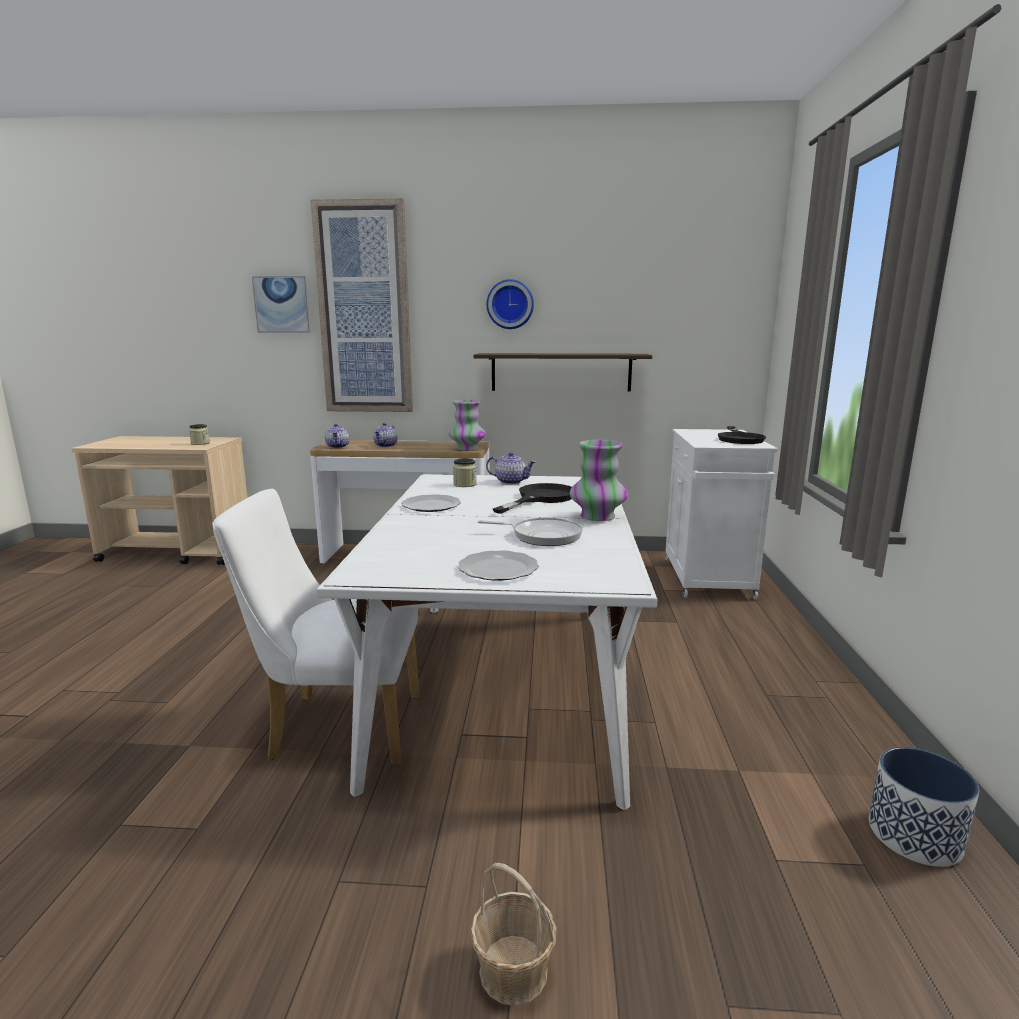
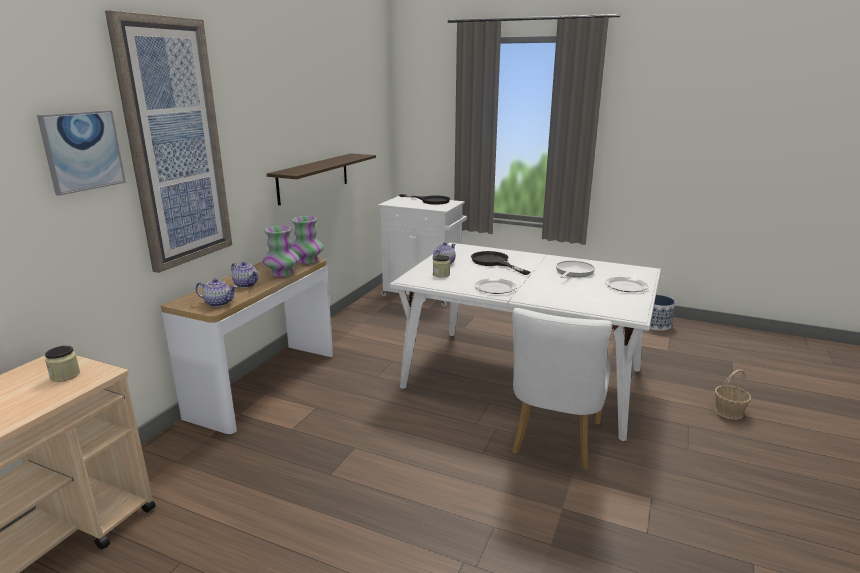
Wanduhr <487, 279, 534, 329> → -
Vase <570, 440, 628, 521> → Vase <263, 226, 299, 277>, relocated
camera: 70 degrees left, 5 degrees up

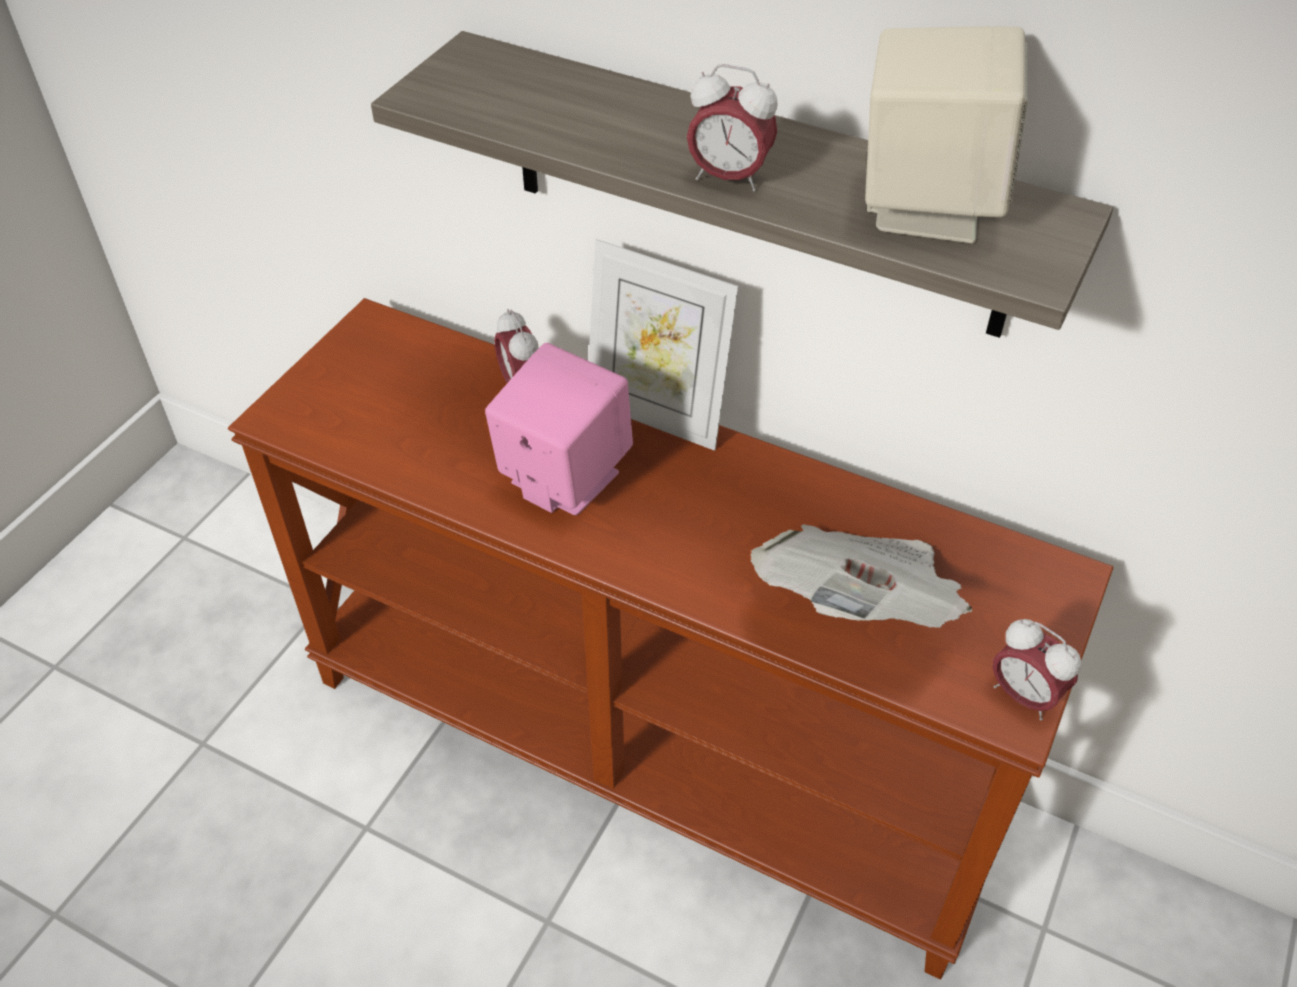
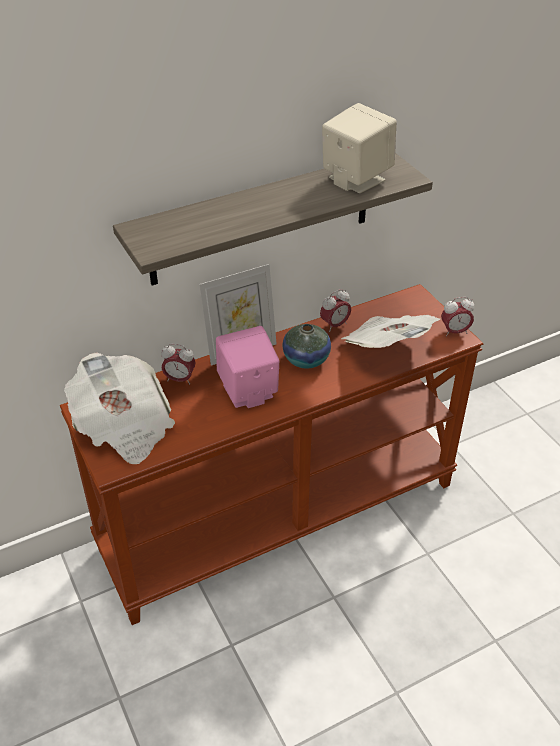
- → Zeitung <64, 352, 175, 464>
- → Vase <283, 324, 331, 369>
Wecker <687, 64, 778, 192> → Wecker <320, 289, 351, 332>, relocated
camera: 55 degrees left, 5 degrees down

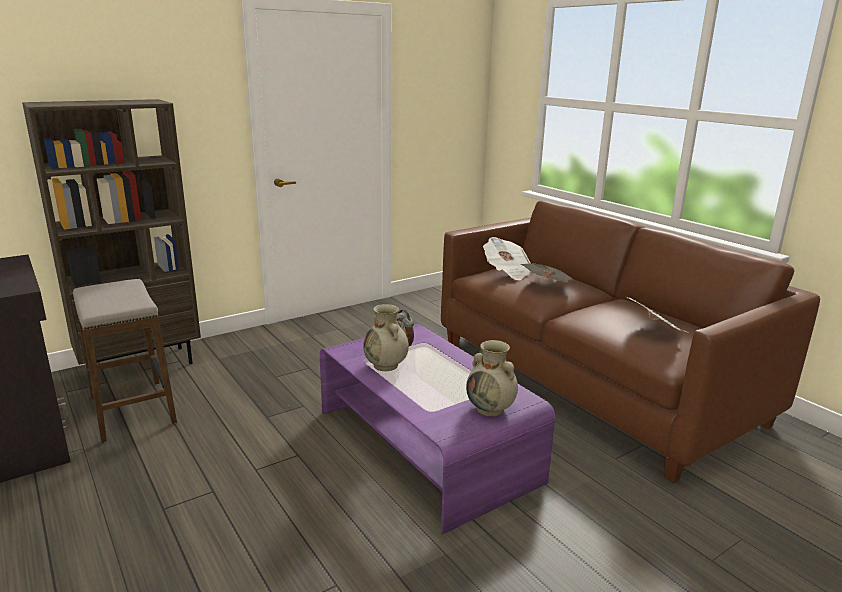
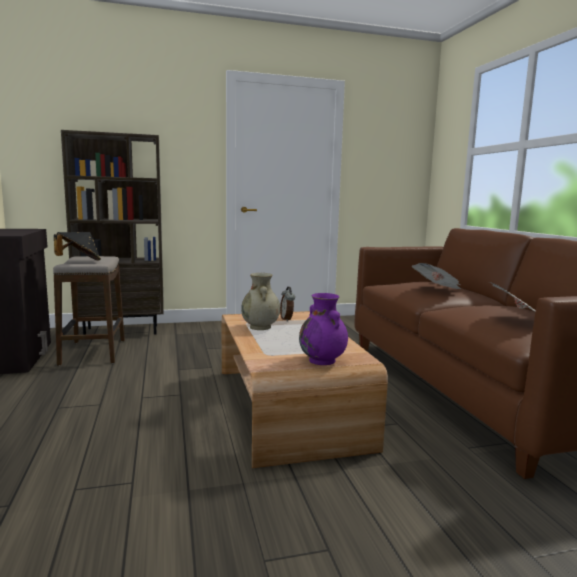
Zeitung <483, 237, 531, 280> → -
- → Hut/schwarz <54, 232, 101, 261>
Couchtisch/lila <320, 324, 555, 534> → Couchtisch/braun <222, 311, 388, 468>
Vase/beige <466, 340, 518, 416> → Vase/lila <299, 293, 348, 365>
camera: 20 degrees right, 10 degrees down

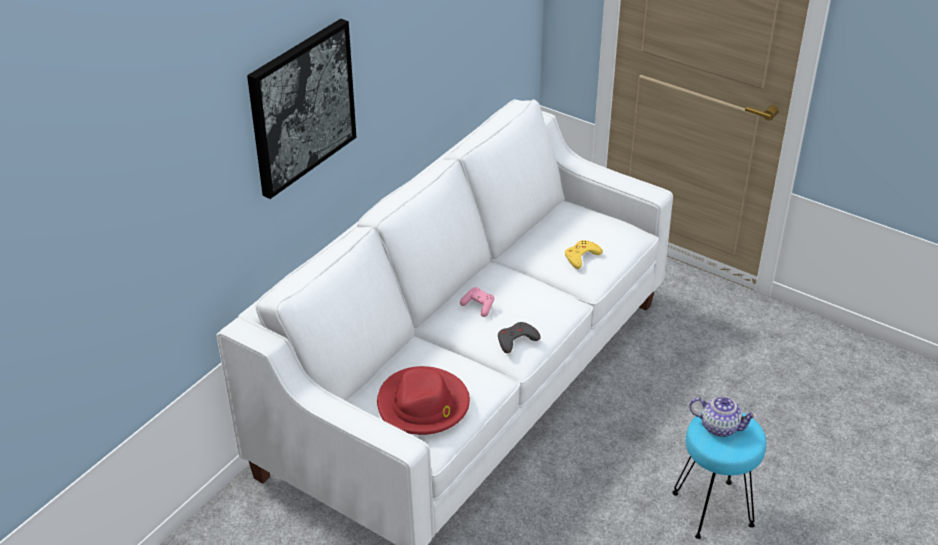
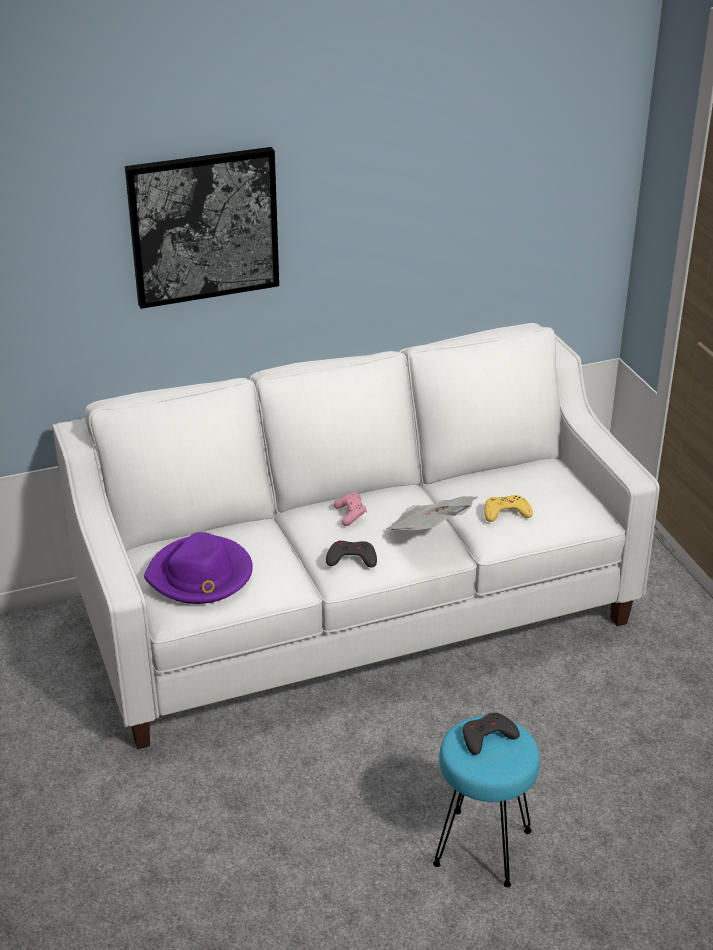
- → Zeitung <386, 496, 478, 531>
Teekanne <689, 396, 757, 437> → Gamepad/grau <463, 713, 520, 755>
Hut/rot <377, 366, 470, 435> → Hut/lila <144, 532, 253, 604>
camera: 35 degrees right, 5 degrees down

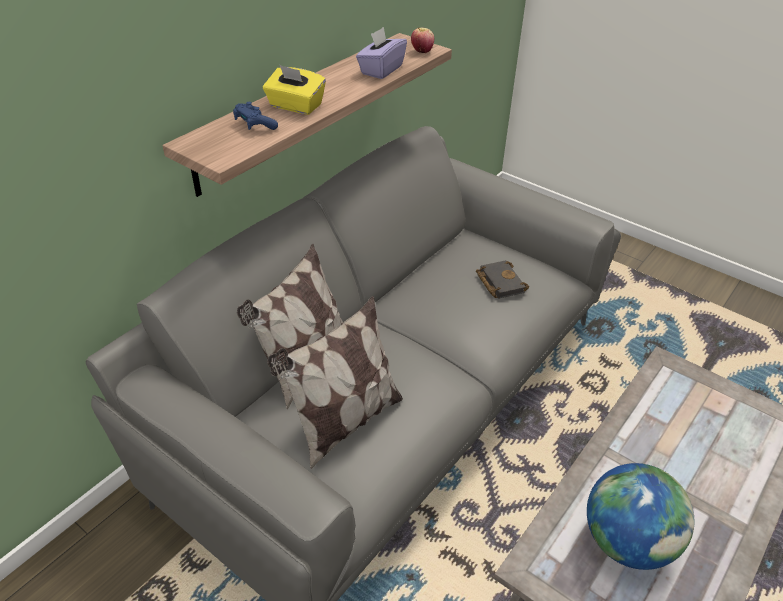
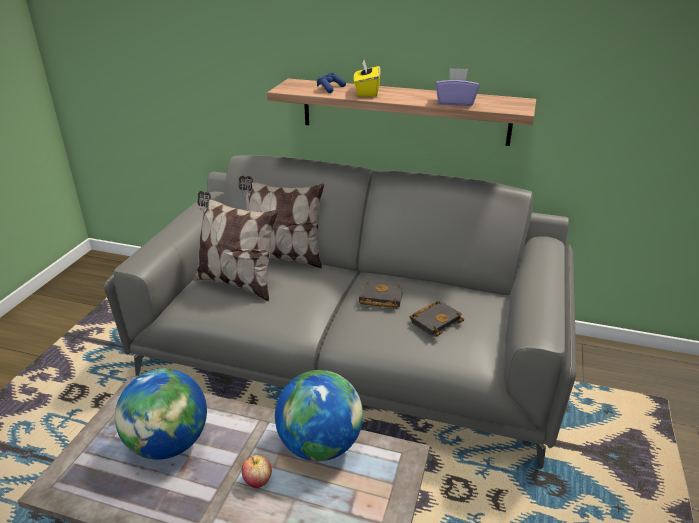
- → Globus <275, 370, 363, 461>
- → Buch/schwarz <359, 282, 403, 309>
Apfel <411, 27, 434, 53> → Apfel <242, 455, 272, 488>, relocated
camera: 70 degrees right, 10 degrees down

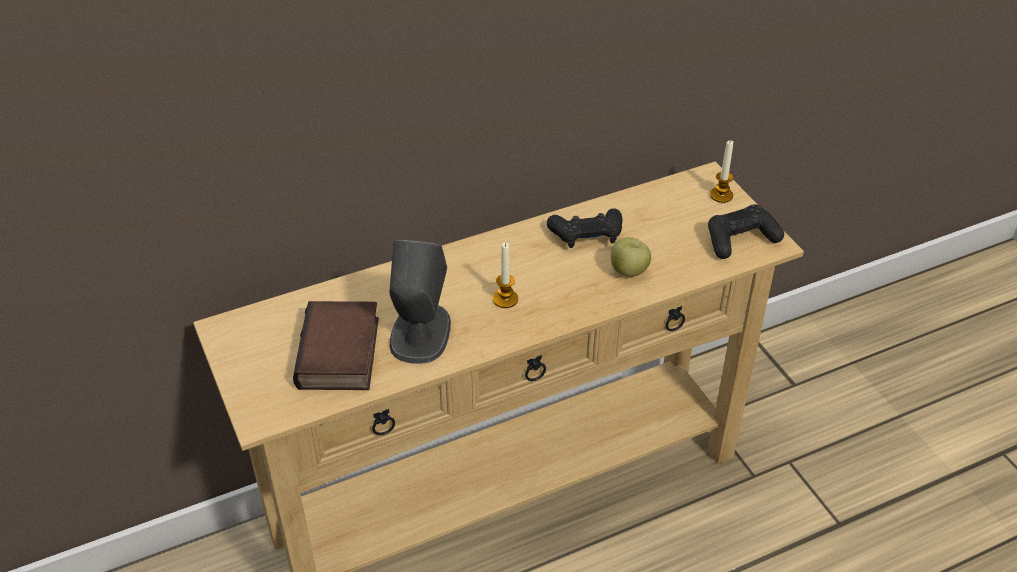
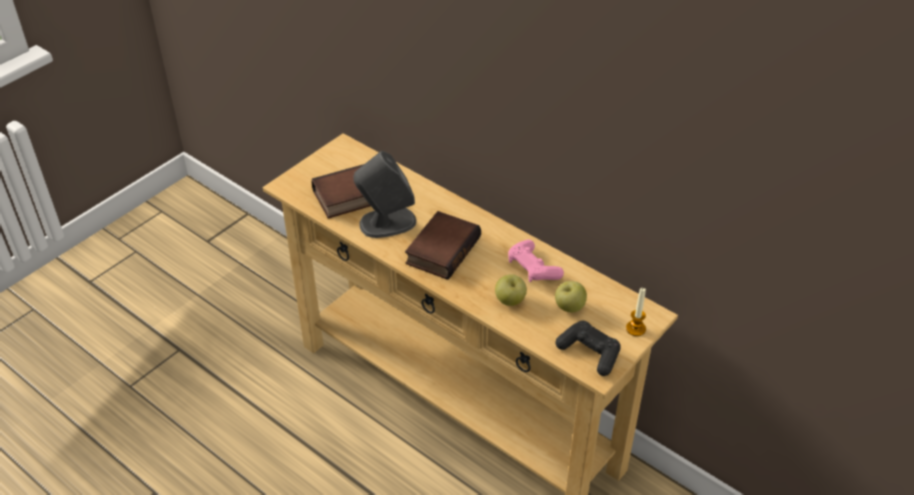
- → Apfel <555, 281, 587, 312>
Kerze <493, 242, 518, 308> → Buch <405, 211, 481, 280>
Gamepad/schwarz <547, 208, 623, 248> → Gamepad/rosa <508, 240, 564, 282>
camera: 65 degrees right, 0 degrees up

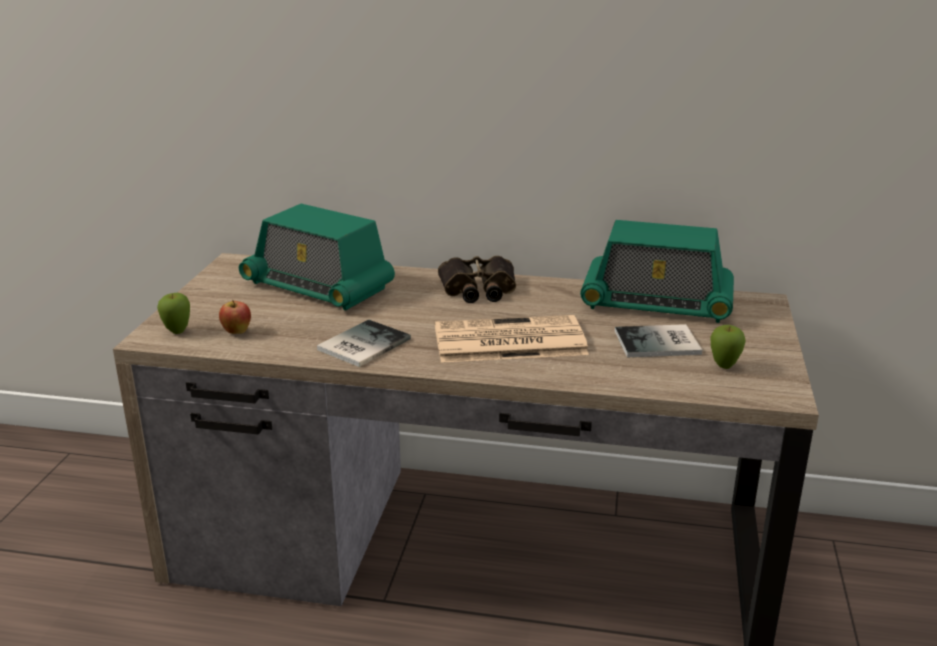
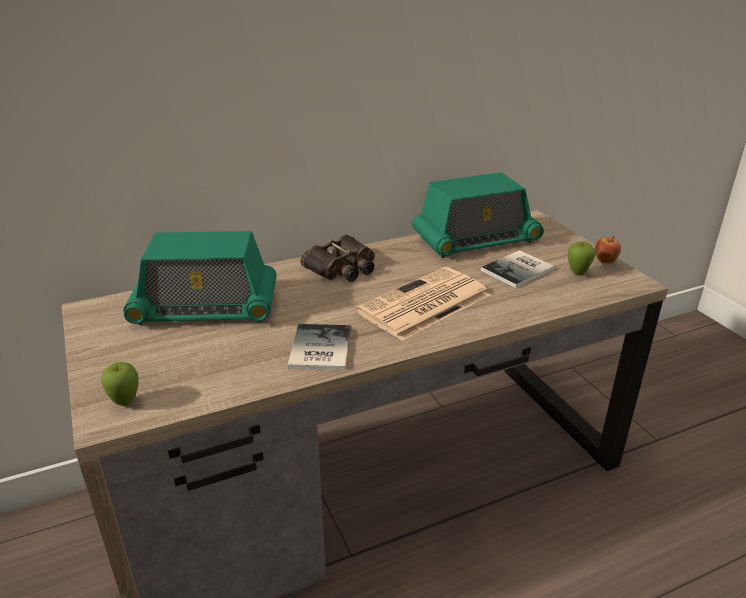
Apfel <219, 300, 251, 334> → Apfel <595, 236, 621, 263>, relocated
camera: 35 degrees left, 5 degrees up

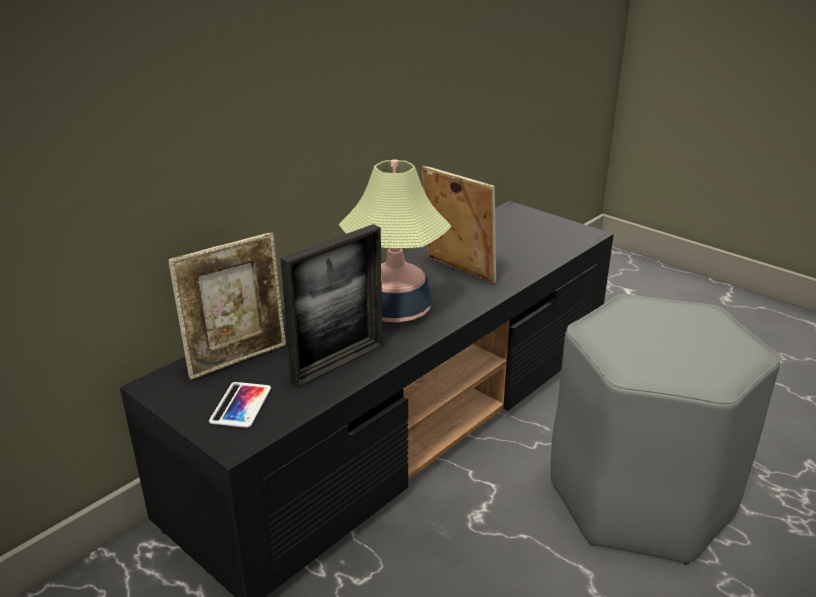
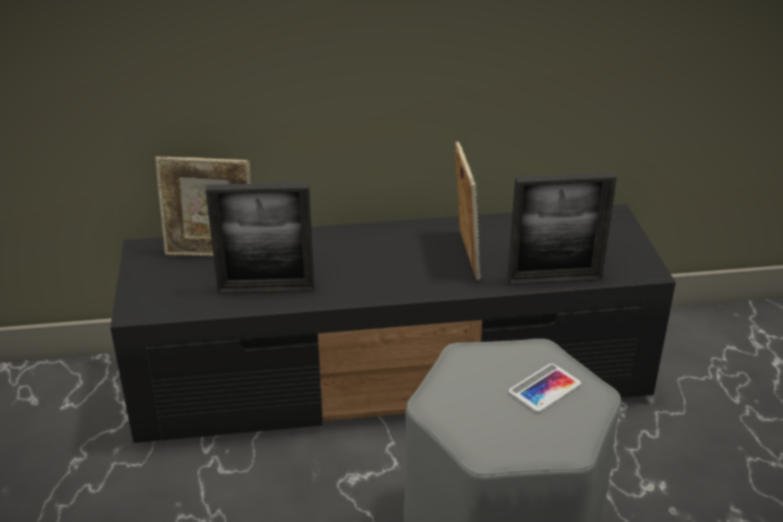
Tischlampe <339, 159, 451, 322> → -
- → Bilderrahmen <507, 172, 617, 285>
Handy <209, 382, 271, 428> → Handy <509, 363, 581, 412>, relocated
camera: 40 degrees right, 5 degrees up

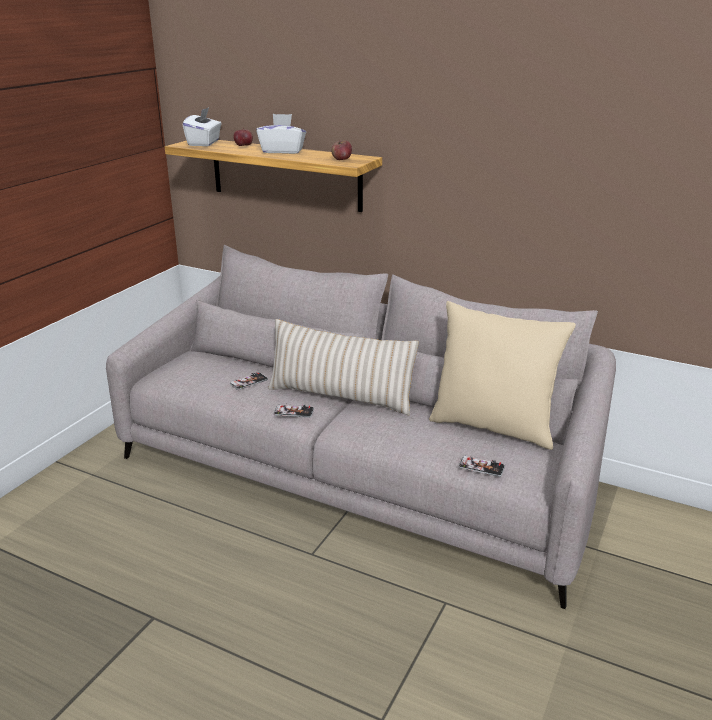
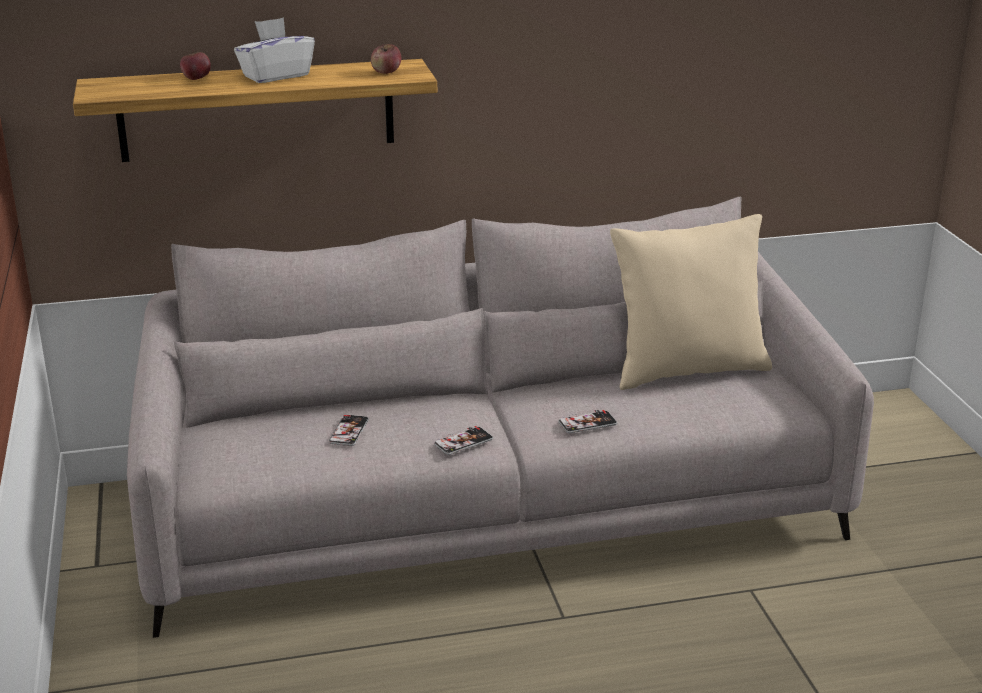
Taschentuchbox/weiß <183, 107, 222, 146> → -
Kissen/beige <268, 319, 419, 415> → -
Handy <459, 455, 505, 477> → Handy <559, 410, 617, 433>, relocated
camera: 40 degrees left, 0 degrees up

